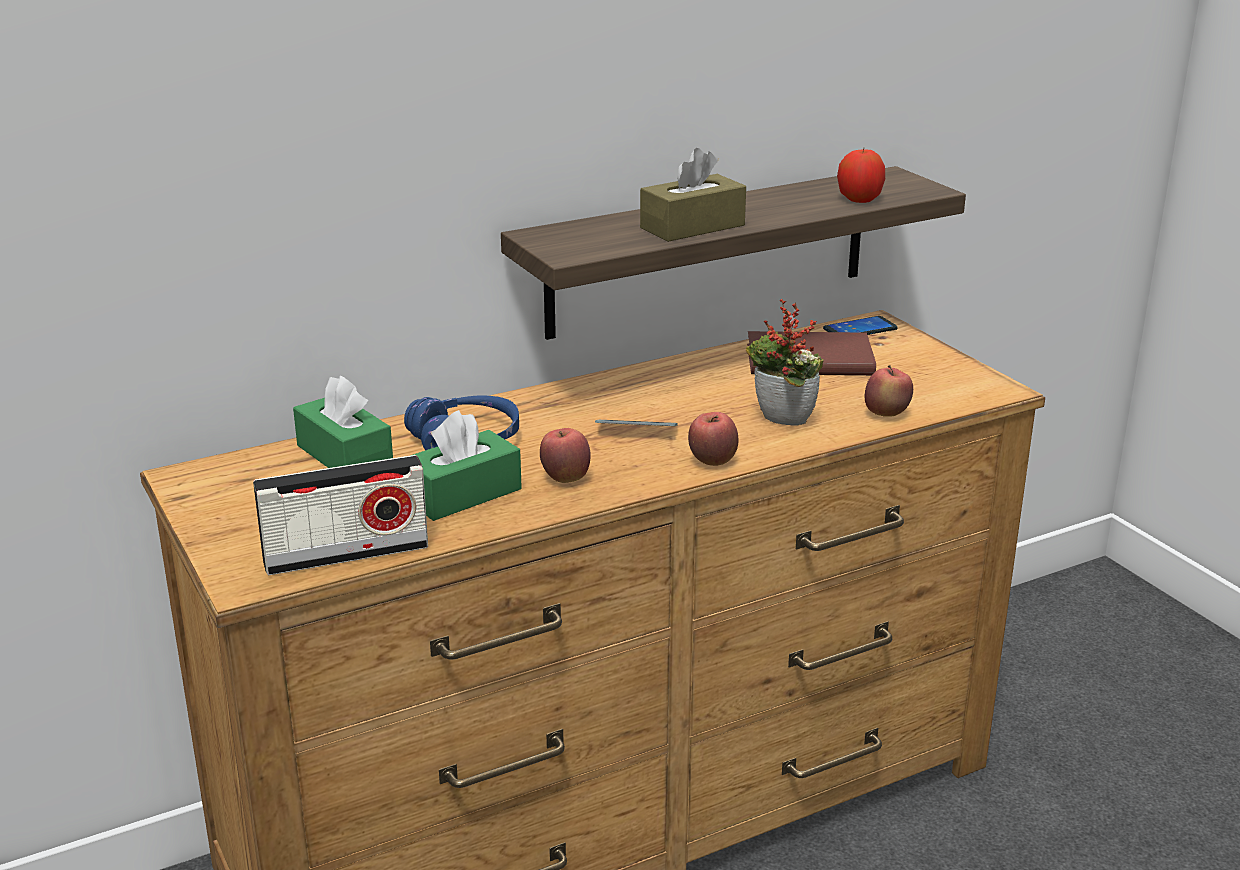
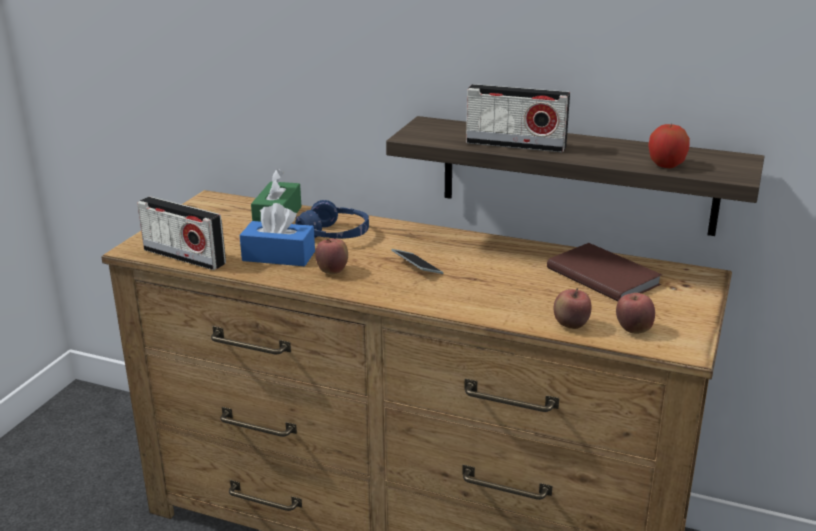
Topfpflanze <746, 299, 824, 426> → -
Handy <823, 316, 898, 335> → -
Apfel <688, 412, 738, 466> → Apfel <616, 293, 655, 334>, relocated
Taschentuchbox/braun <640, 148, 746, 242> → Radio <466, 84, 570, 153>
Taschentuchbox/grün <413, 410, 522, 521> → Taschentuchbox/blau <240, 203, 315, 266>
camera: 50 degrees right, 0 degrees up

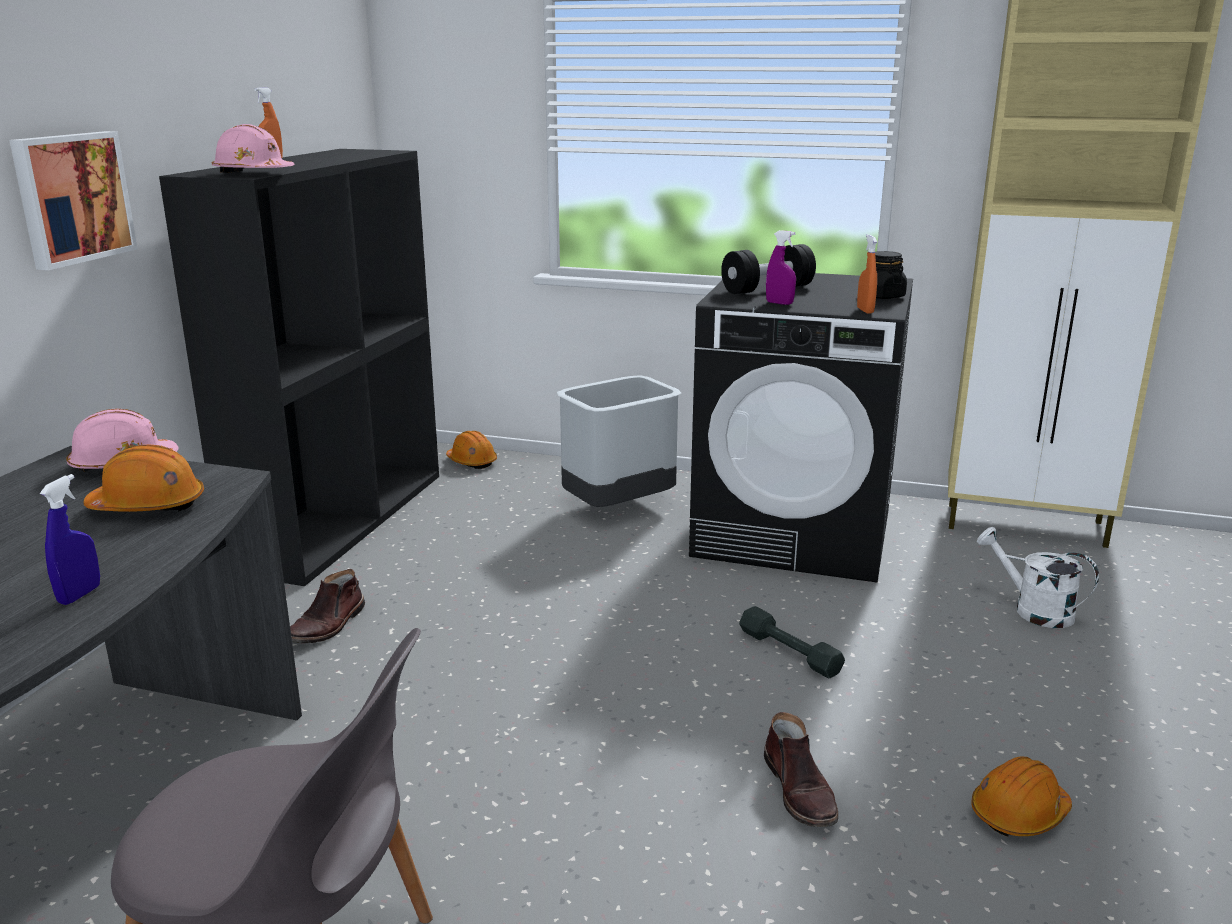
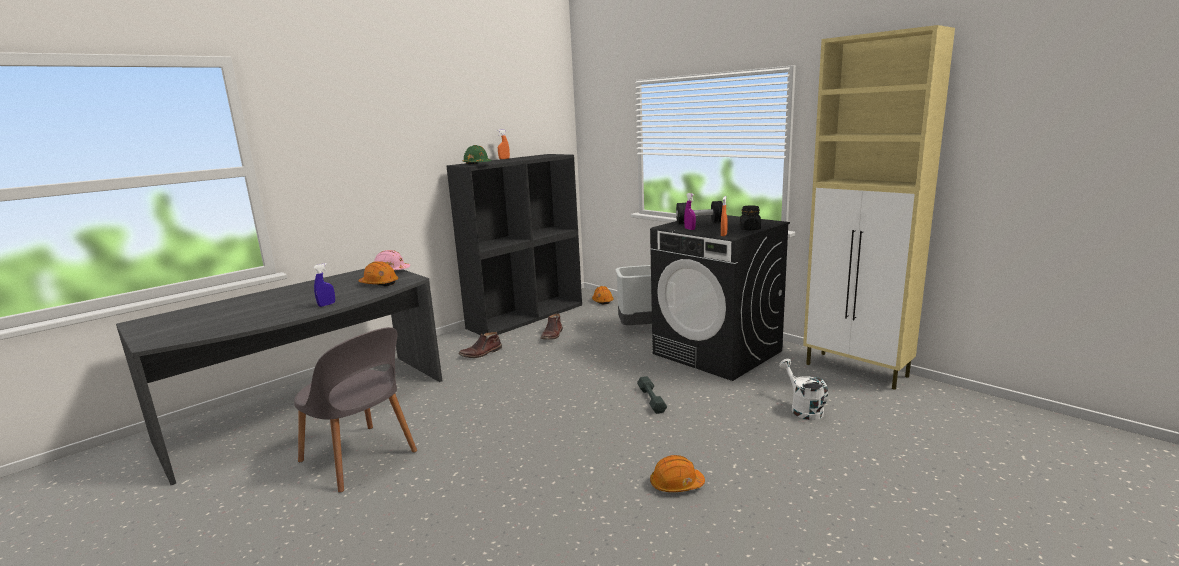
Bild <9, 131, 138, 270> → -
Stiefel/braun <764, 712, 838, 827> → Stiefel/braun <540, 313, 563, 340>, relocated
Schutzhelm/rosa <212, 124, 295, 173> → Schutzhelm/grün <463, 145, 492, 164>
camera: 30 degrees right, 5 degrees down

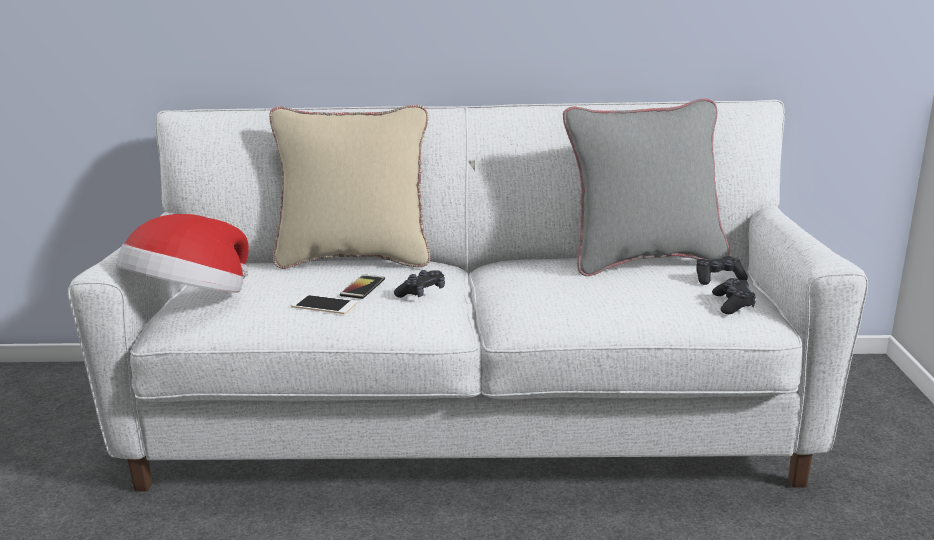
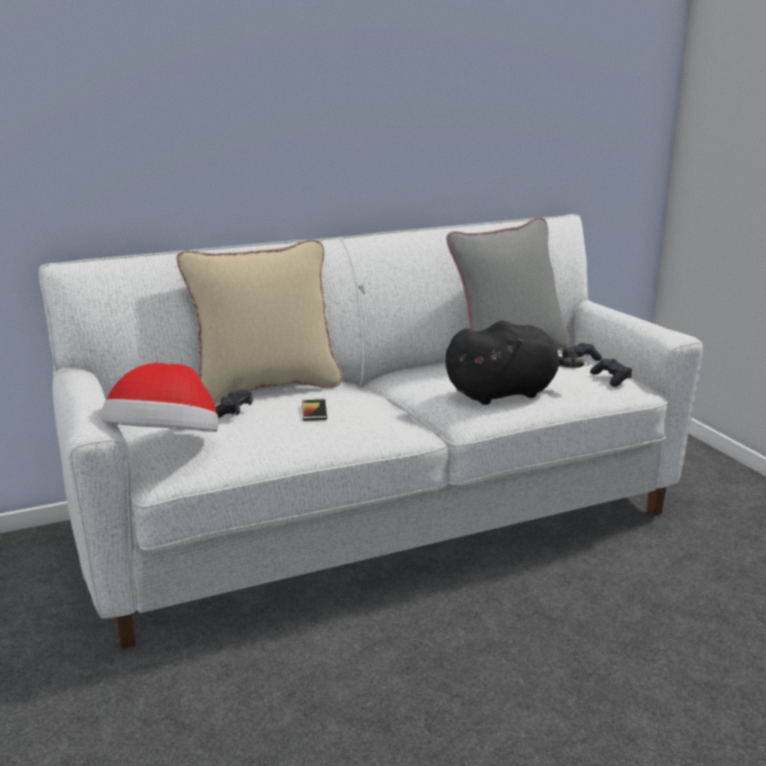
Handy <291, 295, 357, 314> → -
- → Plüschtier/schwarz <445, 321, 584, 405>
Gamepad/schwarz <394, 270, 445, 298> → Gamepad/schwarz <216, 390, 253, 418>, relocated
camera: 25 degrees left, 0 degrees up

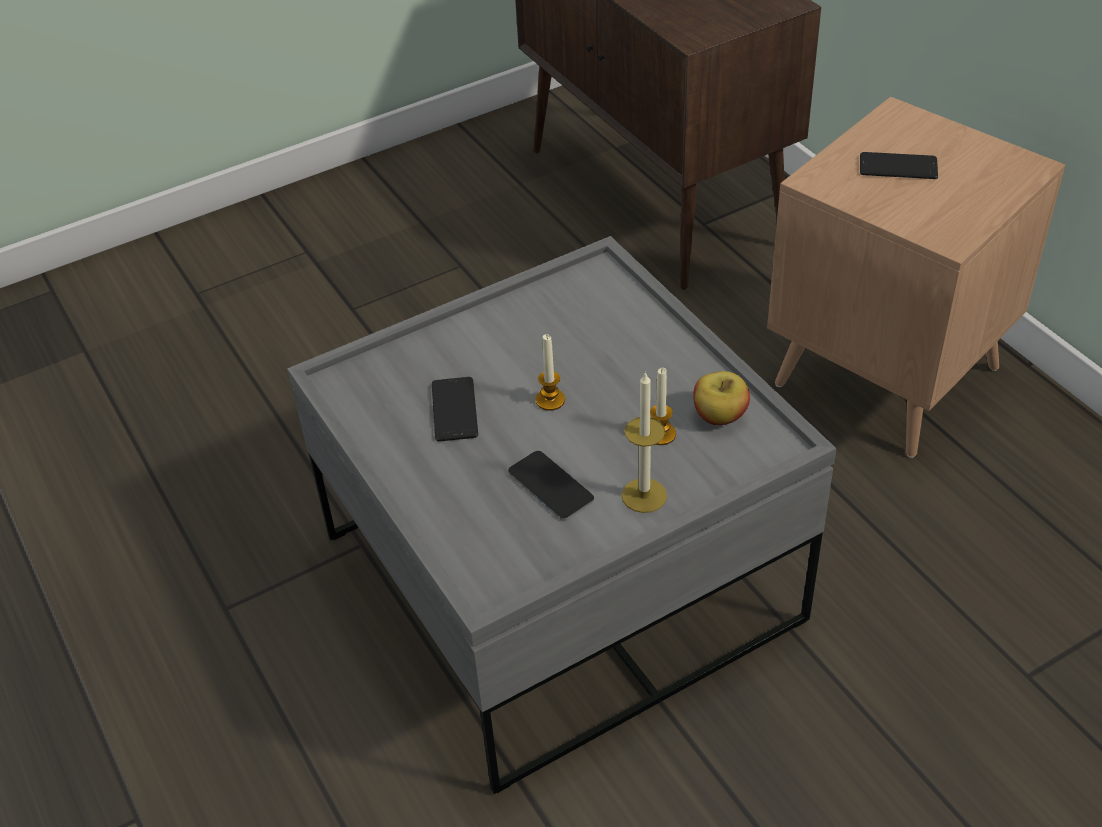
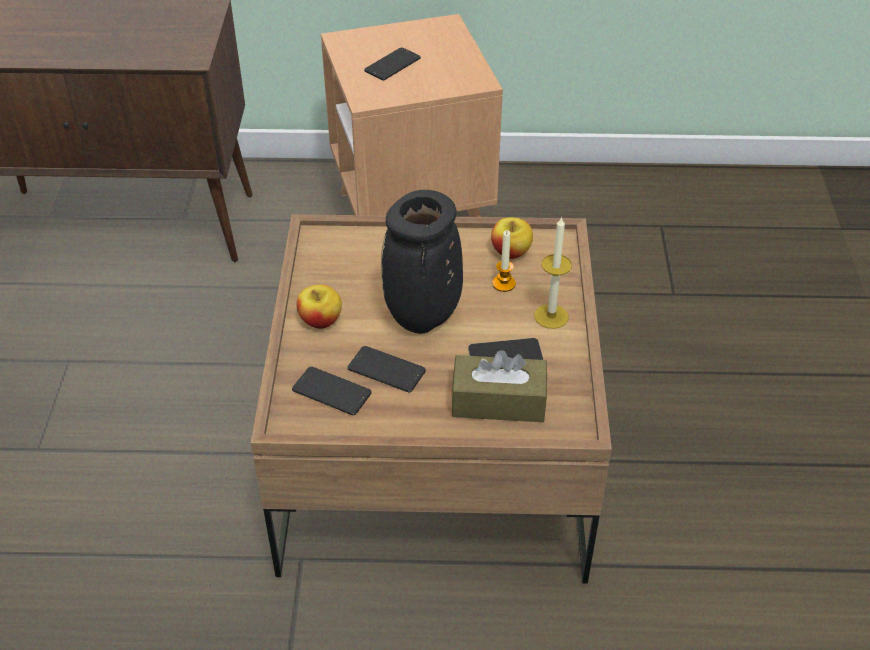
- → Handy <292, 366, 372, 415>
- → Apfel <297, 284, 342, 329>
- → Taschentuchbox/braun <451, 350, 547, 422>
Kerze <536, 334, 565, 411> → Vase/schwarz <381, 190, 463, 334>
Couchtisch/grau <287, 236, 836, 794> → Couchtisch/braun <251, 214, 612, 583>
camera: 60 degrees left, 0 degrees up

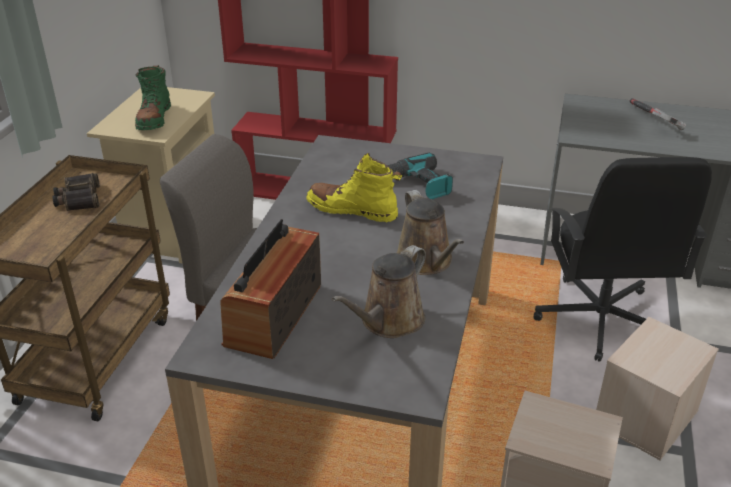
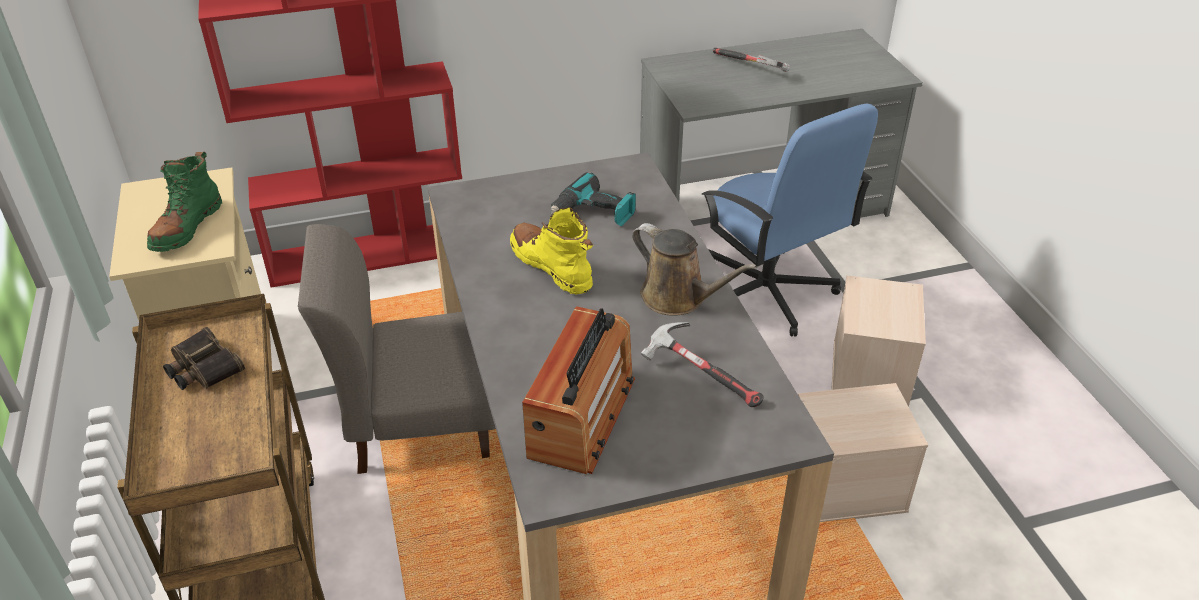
Gießkanne/braun <332, 245, 426, 338> → Hammer <641, 322, 764, 407>
Bürostuhl/schwarz <533, 157, 712, 362> → Bürostuhl/blau <702, 104, 878, 337>
Stiefel/grün <135, 65, 171, 130> → Stiefel/grün <147, 152, 222, 252>, 45 degrees clockwise
Radio <220, 219, 321, 359> → Radio <522, 306, 635, 474>, 150 degrees counterclockwise
Stiefel/gelb <306, 153, 402, 222> → Stiefel/gelb <510, 207, 593, 294>, 60 degrees clockwise
camera: 30 degrees left, 5 degrees up

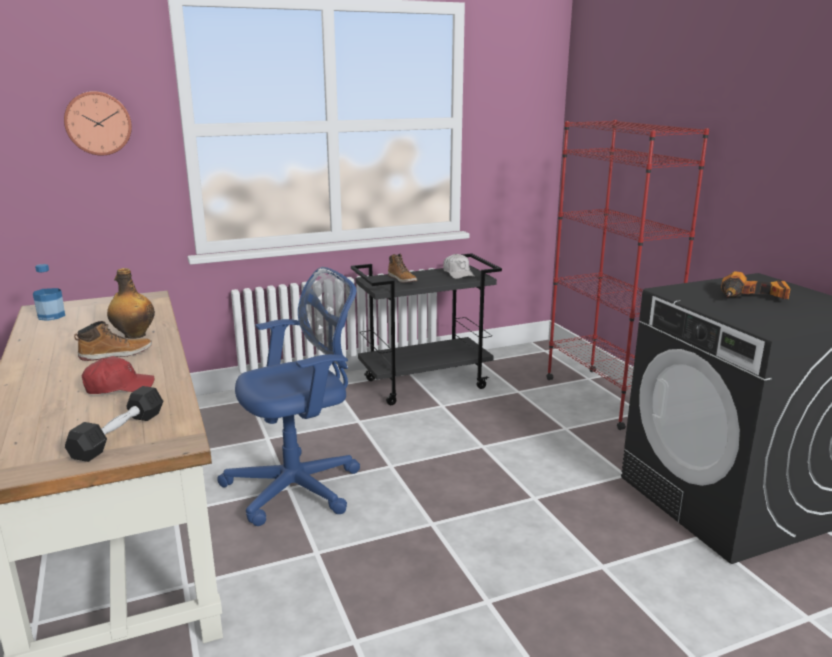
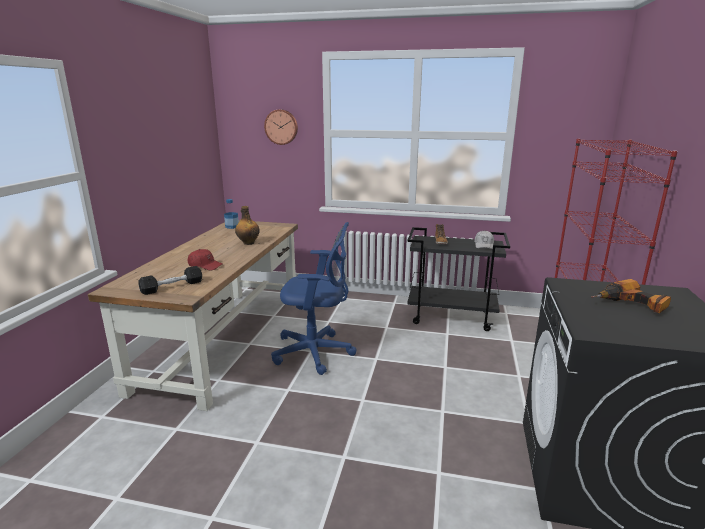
Stiefel <74, 321, 152, 361> → -
camera: 35 degrees right, 0 degrees up

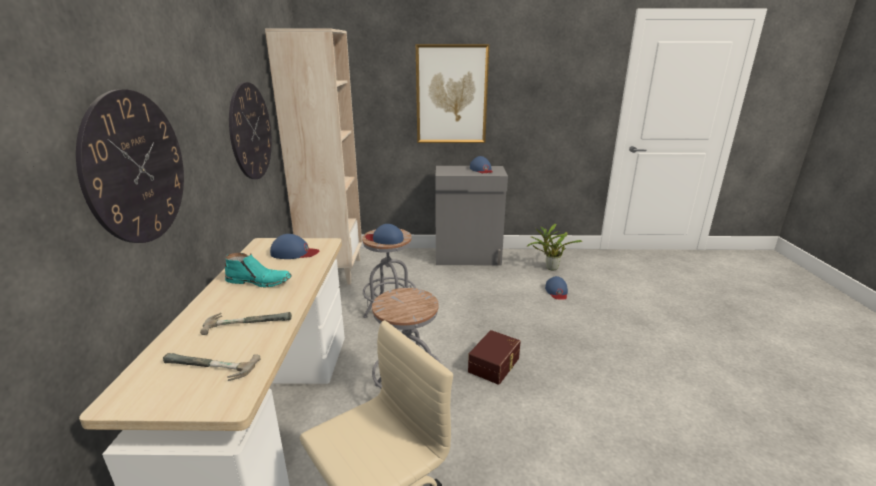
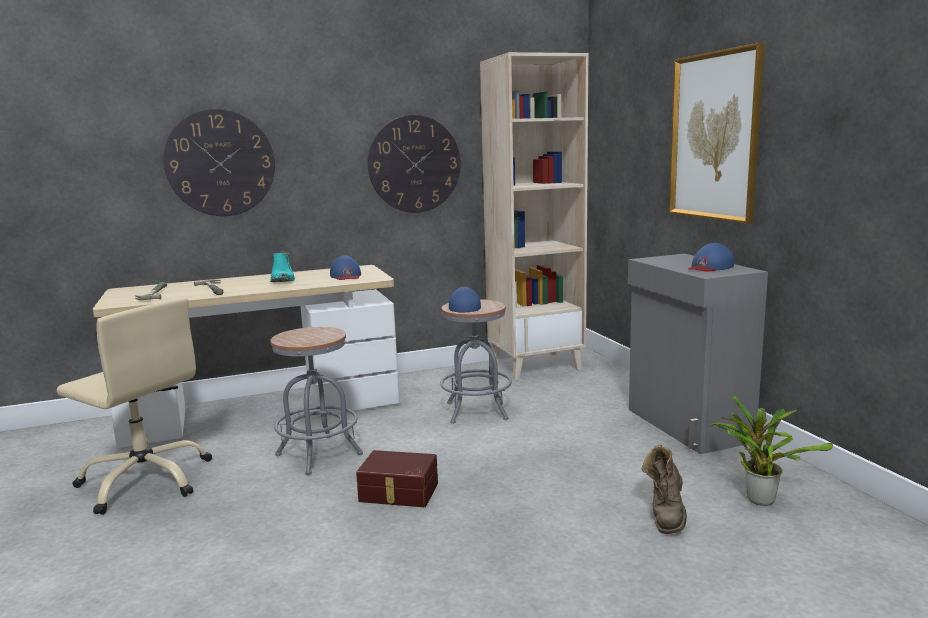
Kappe/blau <545, 276, 568, 300> → Stiefel/braun <642, 445, 687, 534>
camera: 70 degrees right, 10 degrees down

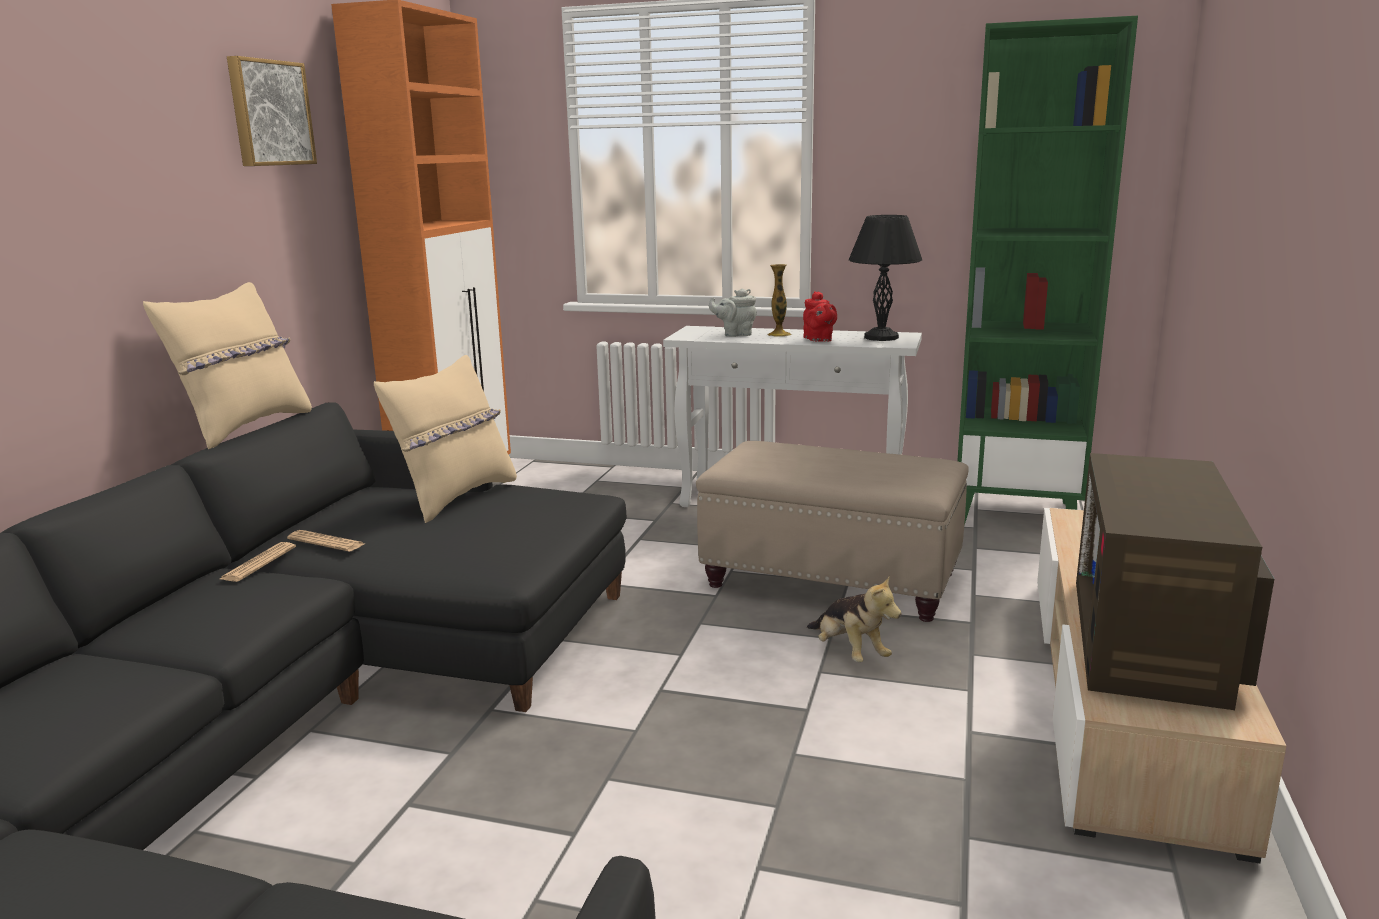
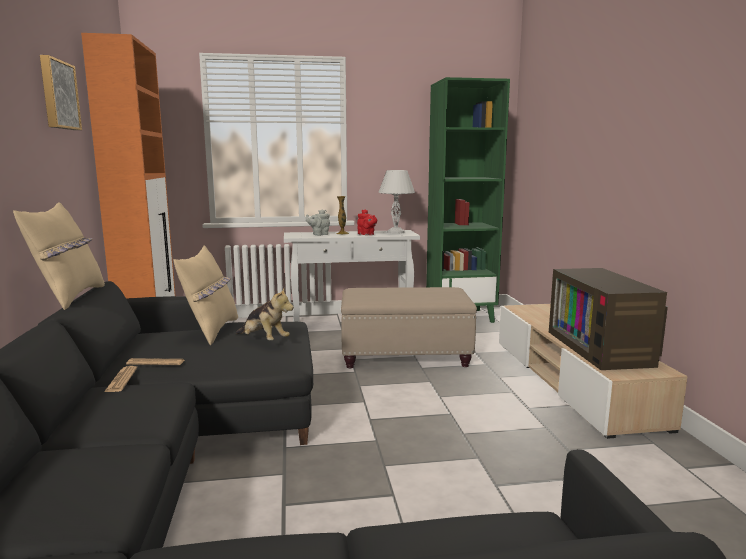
Plüschtier <807, 575, 901, 662> → Plüschtier <236, 288, 294, 341>, relocated
Tischlampe/schwarz <849, 215, 922, 341> → Tischlampe/weiß <378, 170, 415, 234>
camera: 25 degrees left, 5 degrees down

